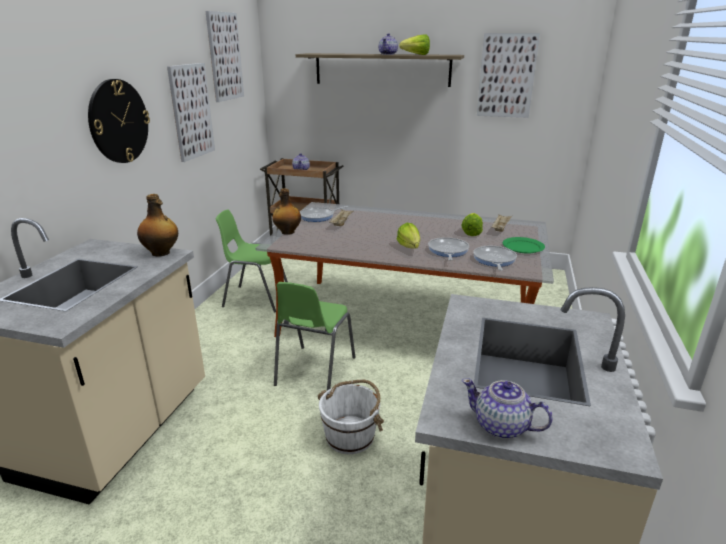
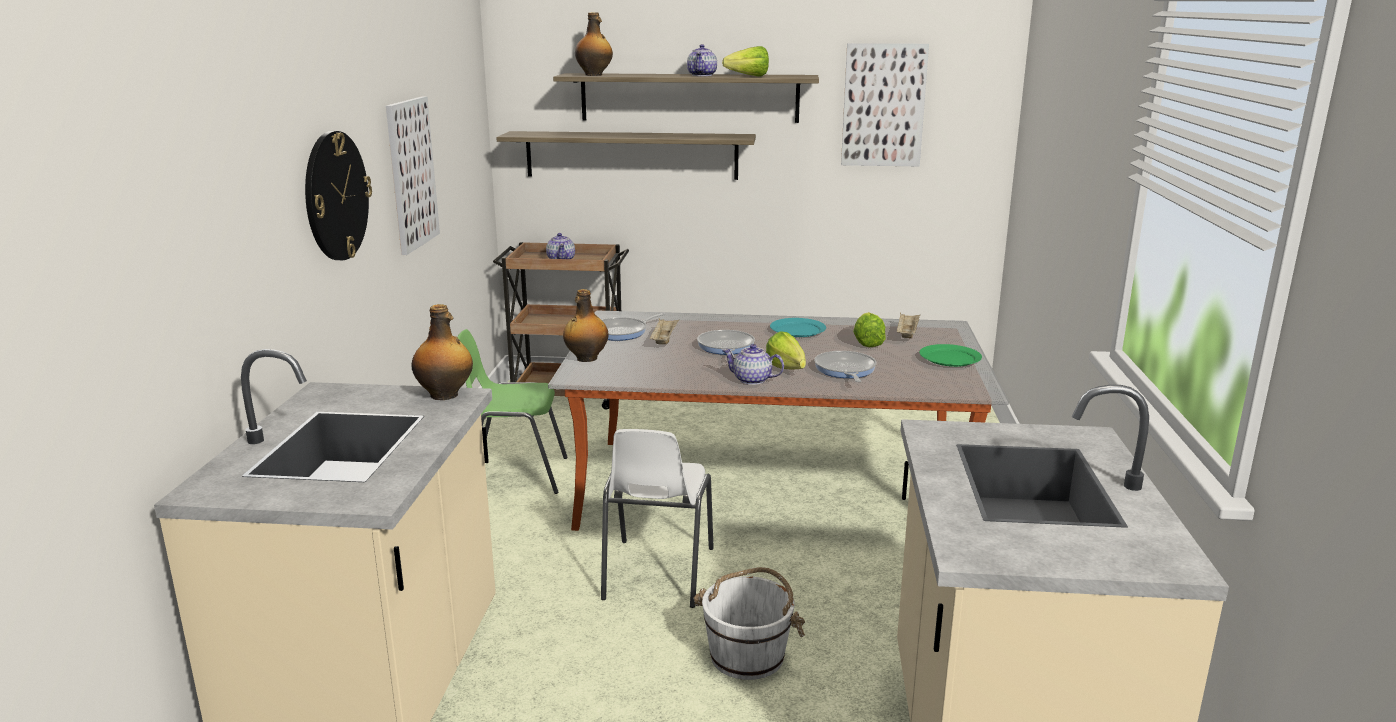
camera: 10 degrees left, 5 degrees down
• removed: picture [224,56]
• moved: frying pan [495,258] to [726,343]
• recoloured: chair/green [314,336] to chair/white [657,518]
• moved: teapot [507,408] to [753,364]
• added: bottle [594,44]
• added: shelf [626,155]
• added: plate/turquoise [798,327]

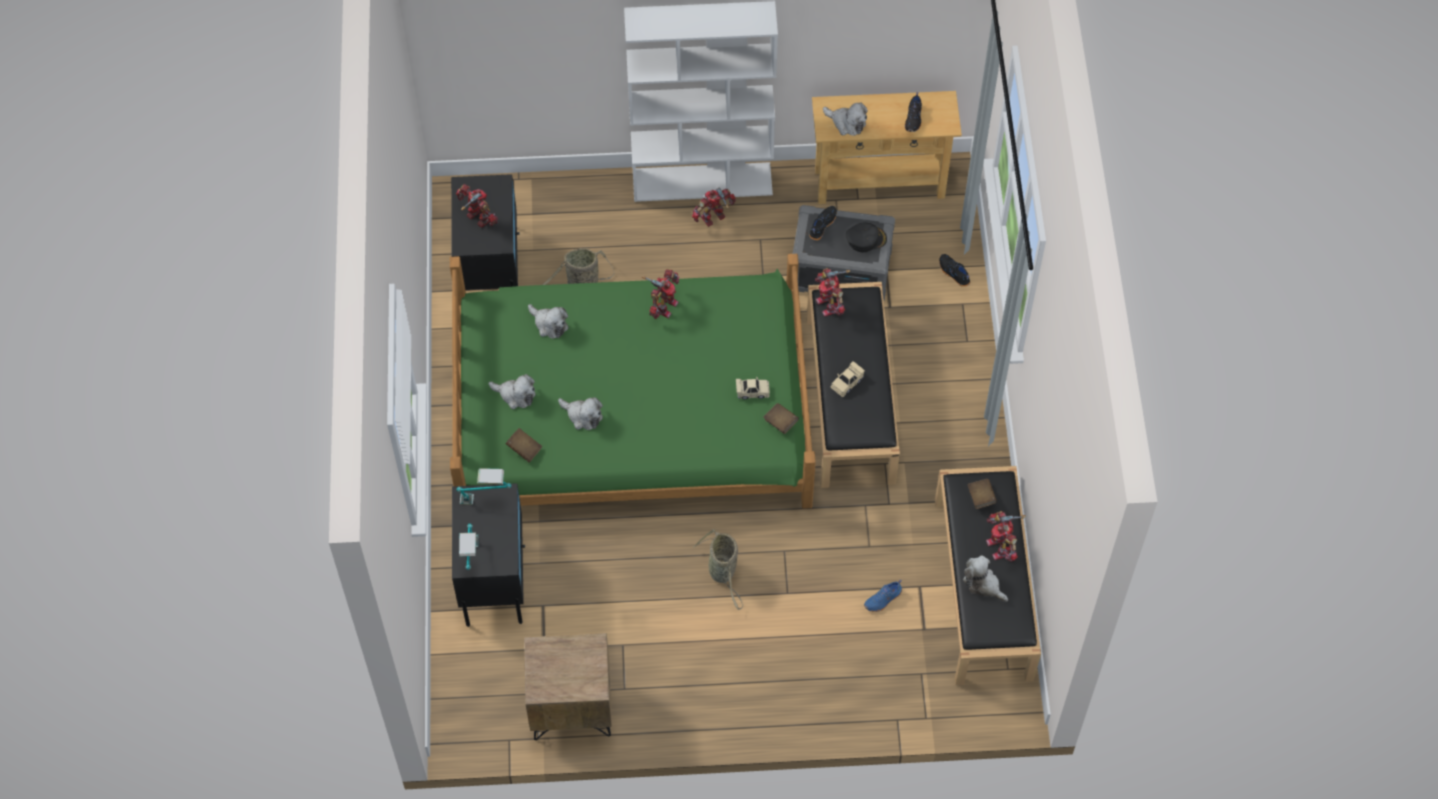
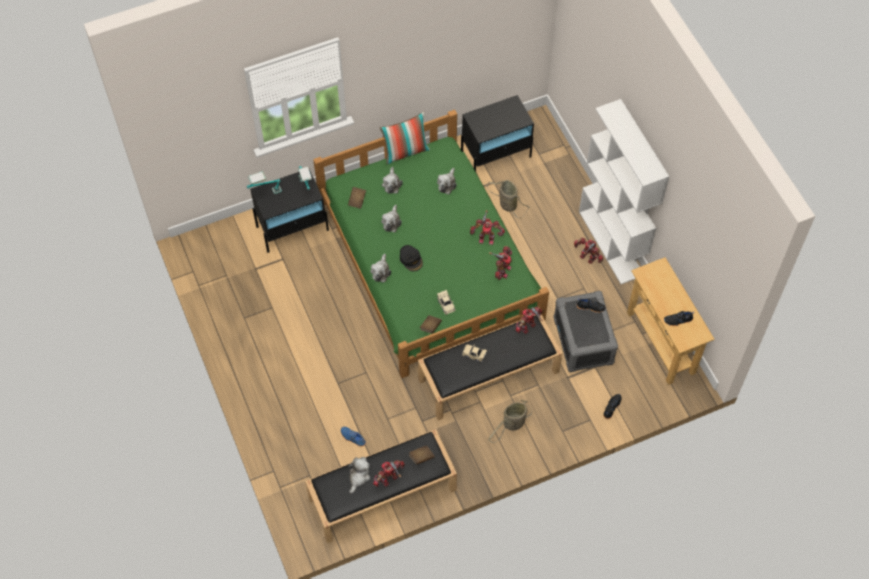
camera: 70 degrees right, 0 degrees up
• moved: plush toy [845,119] to [380,268]
• moved: toy robot [477,206] to [500,263]
• moved: cap/black [866,238] to [411,258]
• moved: basket [718,569] to [510,421]
• removed: nightstand/brown [568,686]
• added: pillow [404,138]

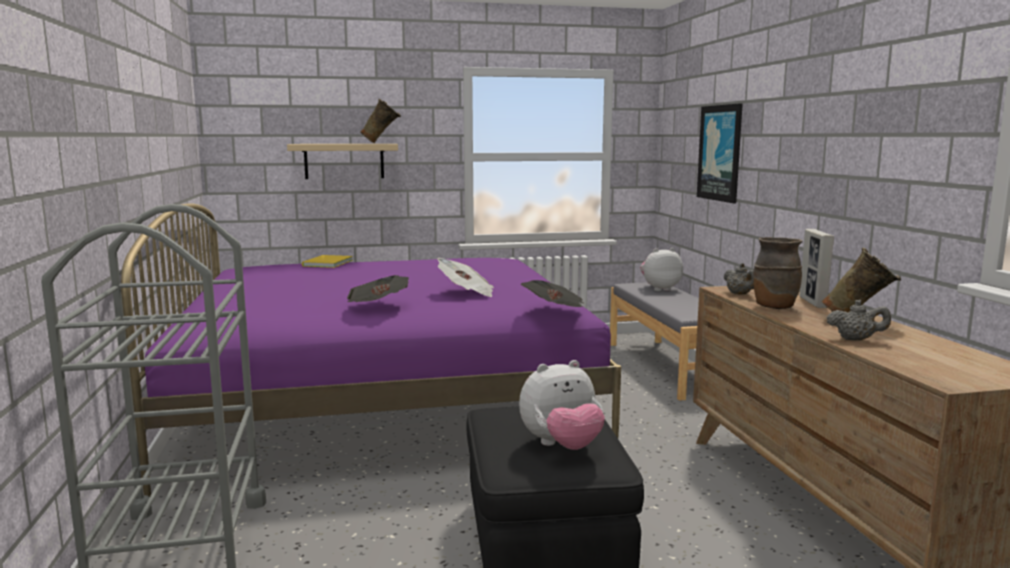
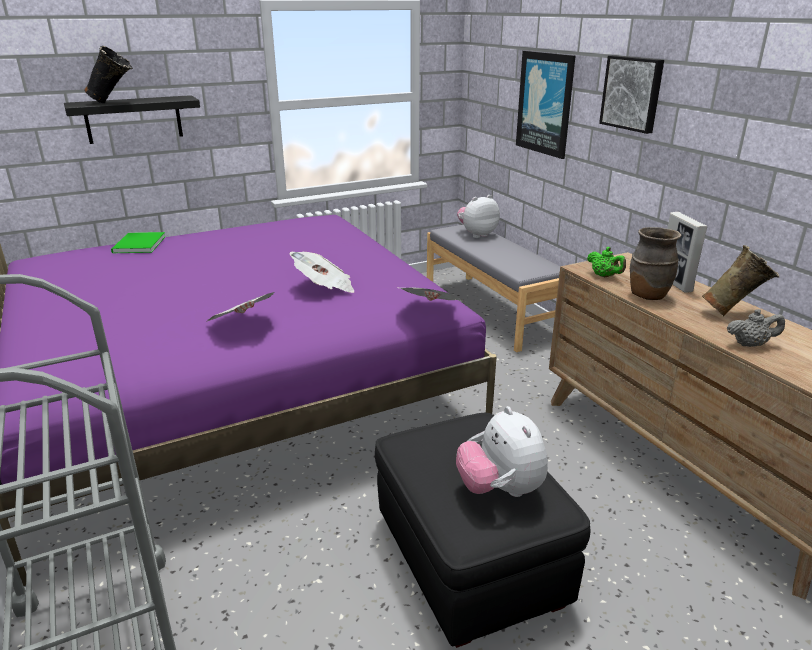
camera: 15 degrees left, 15 degrees up
• removed: vase/beige [380,121]
• recoloured: shelf/beige [342,161] to shelf/black [132,119]
• recoloured: book/yellow [327,261] to book/green [138,242]
• recoloured: teapot/grey [739,279] to teapot/green [606,262]
• turned: plush toy [562,405] = [502,451] 105 degrees clockwise
• added: vase/black [108,74]
• added: picture [631,94]

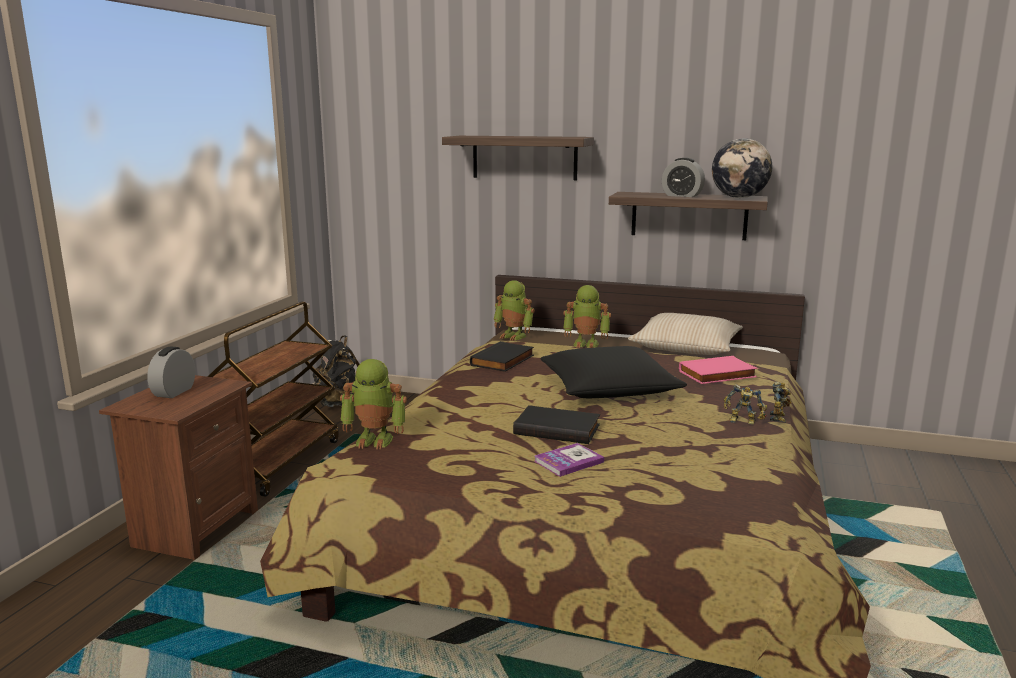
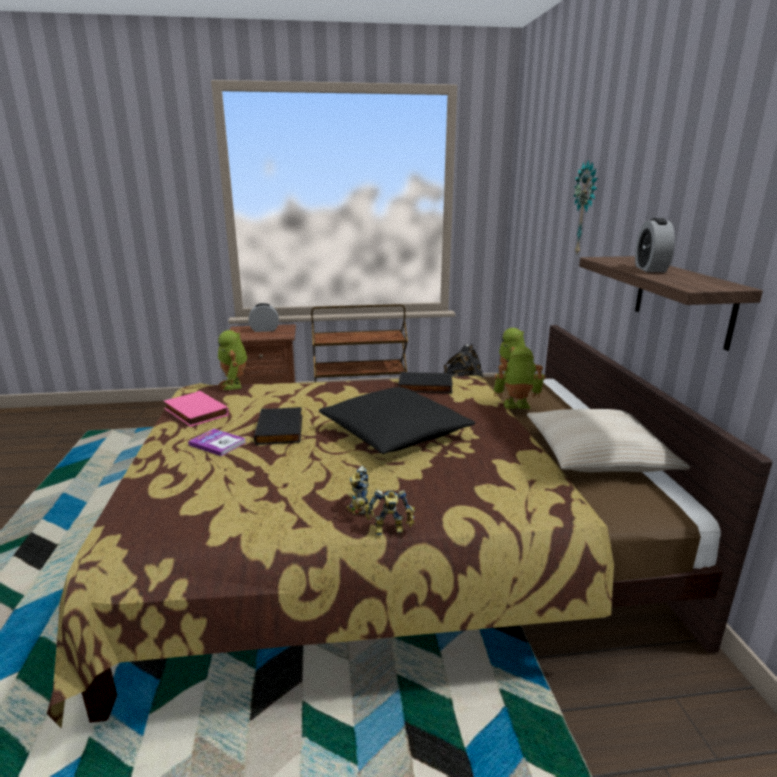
camera: 65 degrees right, 5 degrees up
• replaced: shelf [518,158] to wall clock [586,208]
• removed: globe [742,168]
• turned: toy robot [587,316] = [519,377] 105 degrees clockwise
• moved: book/pink [718,370] to [196,409]

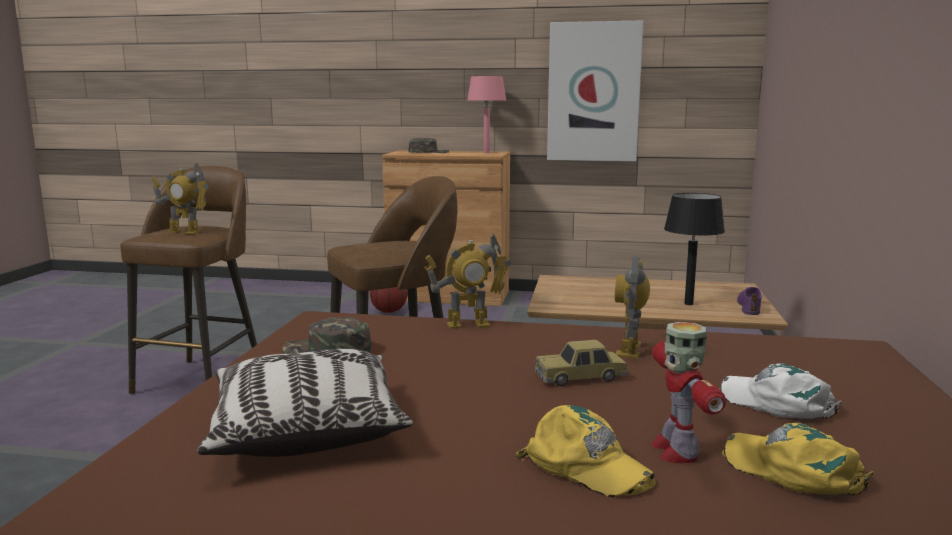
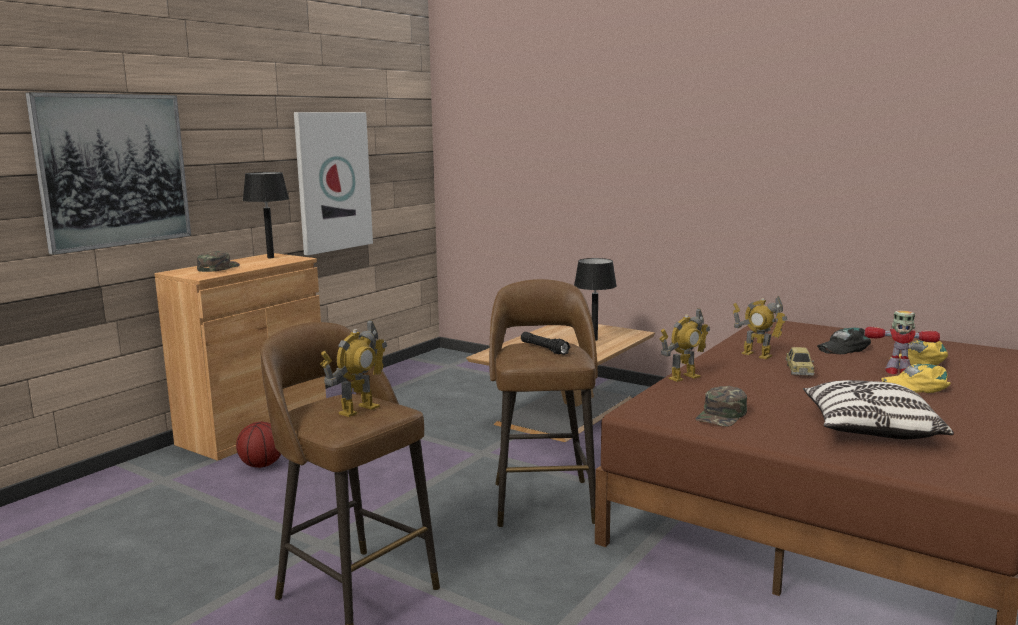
camera: 65 degrees left, 0 degrees up
• recoloured: table lamp/pink [486,114] to table lamp/black [266,215]
• turned: toy robot [468,281] = [684,345] 45 degrees clockwise
• removed: shoe/purple [749,301]
• recoloured: cap/white [781,391] to cap/black [844,341]
• turned: cap/yellow [586,451] = [916,378] 150 degrees counterclockwise
• added: picture [108,173]
• added: flashlight/black [546,343]

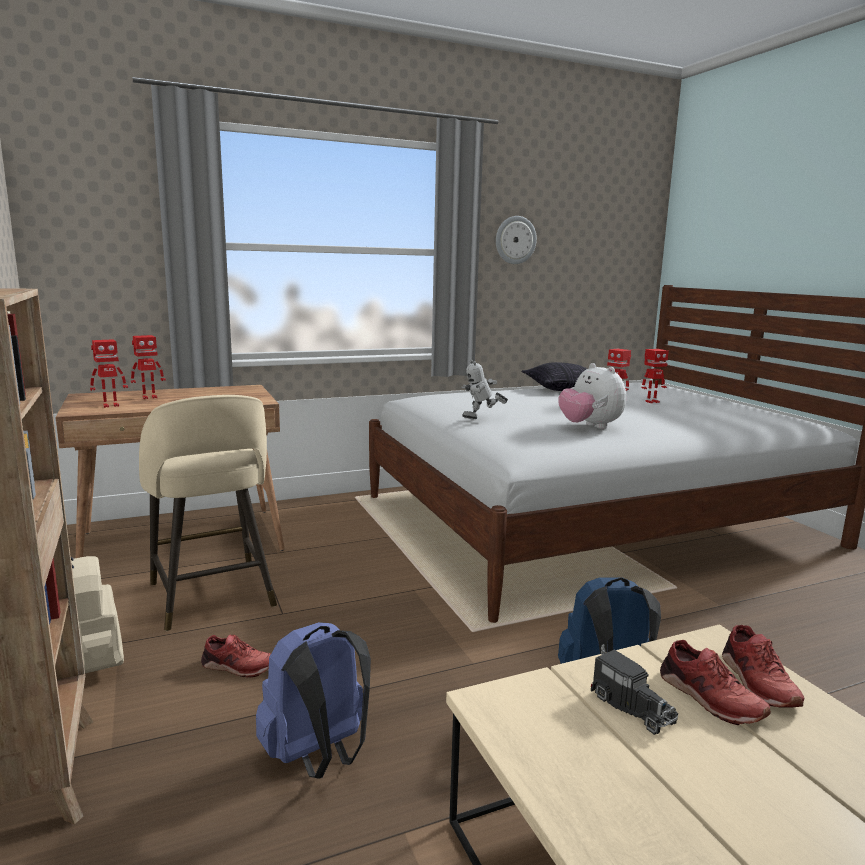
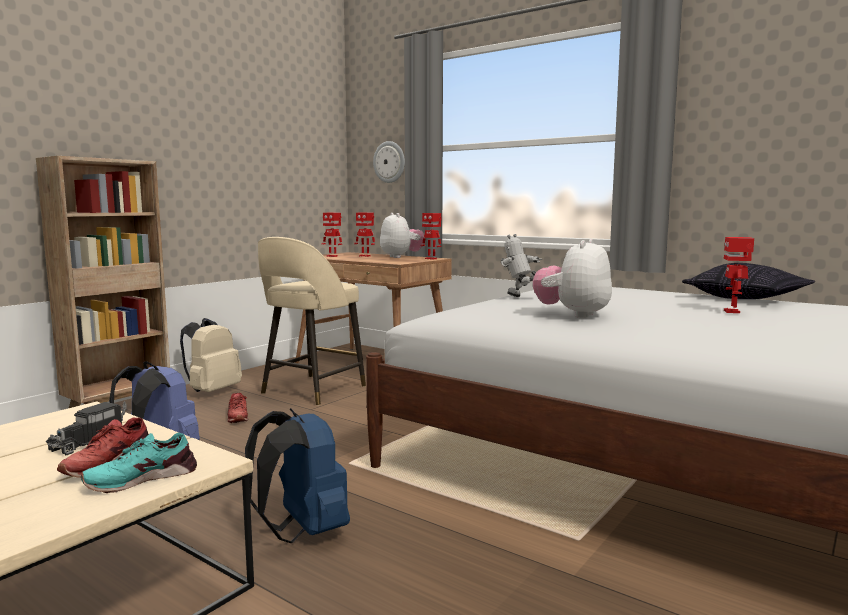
camera: 60 degrees right, 5 degrees down
• moved: wall clock [516,240] to [389,162]
• moved: toy robot [655,376] to [431,236]
• recoloured: shoe/red [763,666] to shoe/turquoise [139,463]
• added: plush toy [402,235]

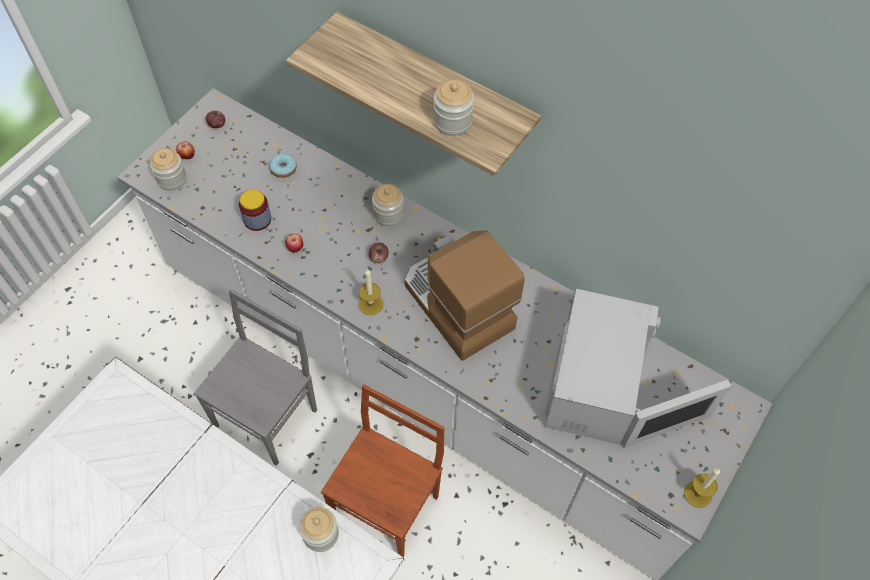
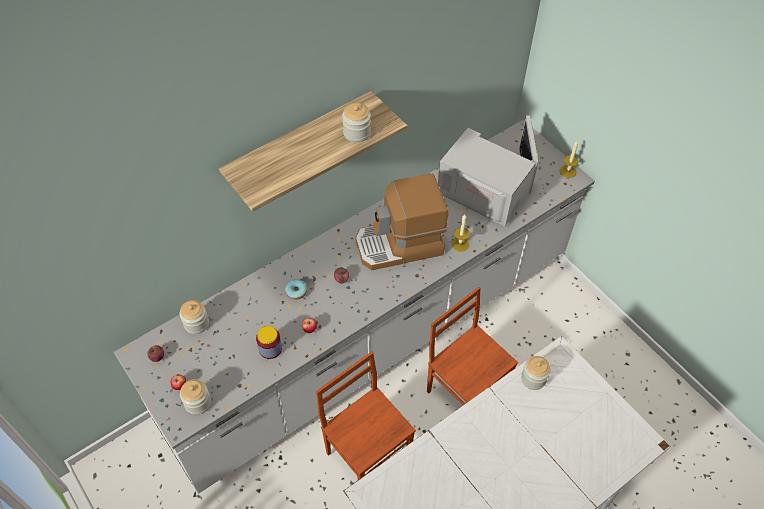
camera: 70 degrees left, 5 degrees down
• moved: donut [283,166] to [296,289]
• moved: jar [388,205] to [194,317]
• moved: candle [370,292] to [460,232]
• recoloured: chair/grey [255,377] to chair/brown [366,416]

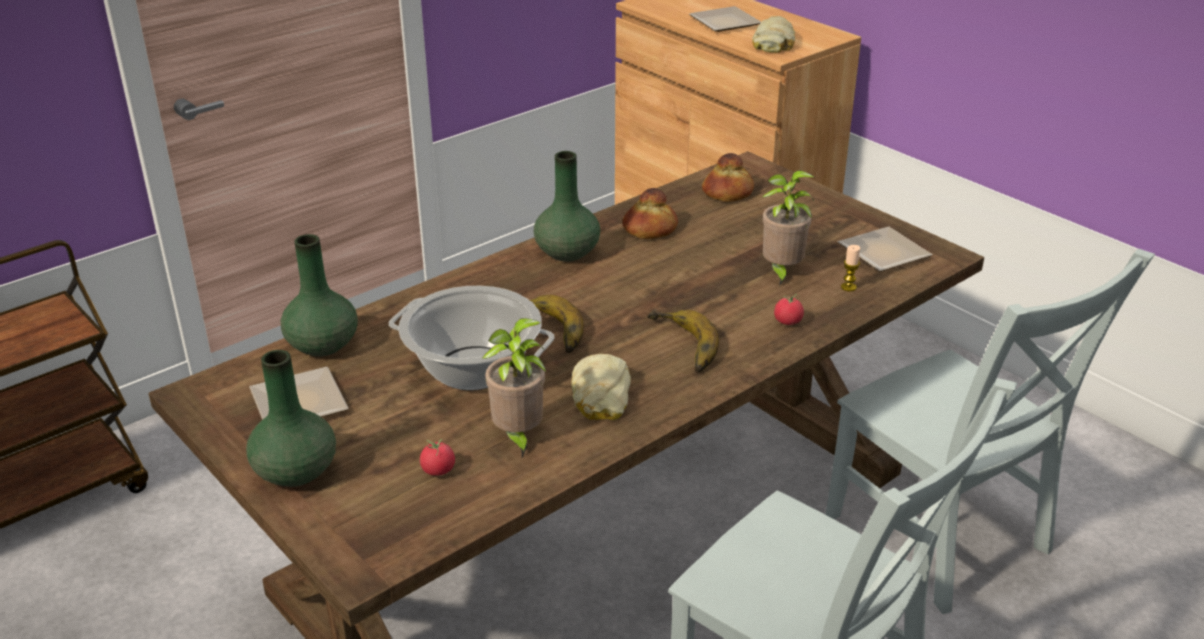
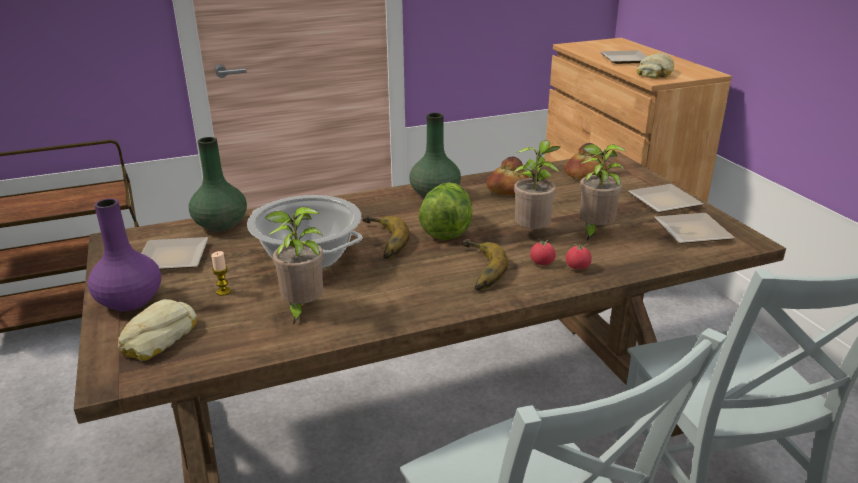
camera: 20 degrees right, 5 degrees down
• moved: candle [850,268] to [221,273]
• recoloured: vase/green [291,418] to vase/purple [124,254]
• moved: bread [601,387] to [157,330]
• moved: tomato [437,457] to [543,252]
• added: potted plant [537,184]
• added: lettuce [445,211]
• added: plate [665,198]

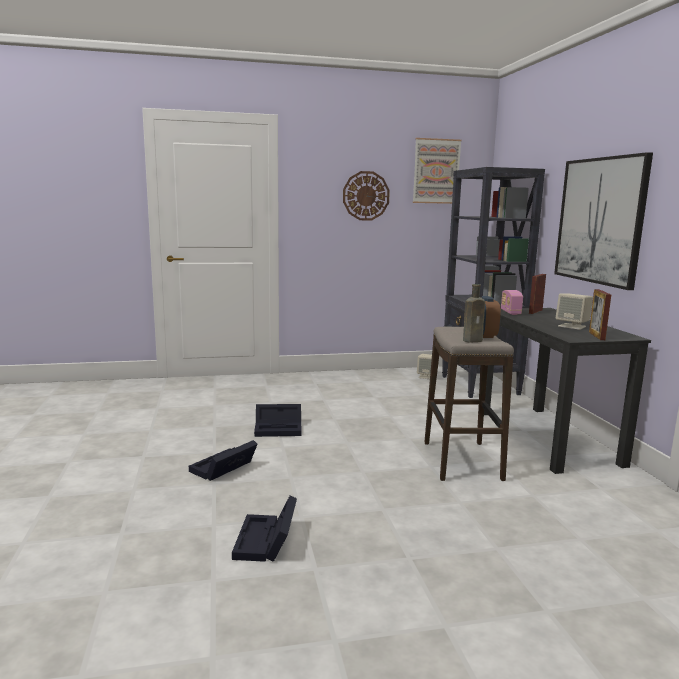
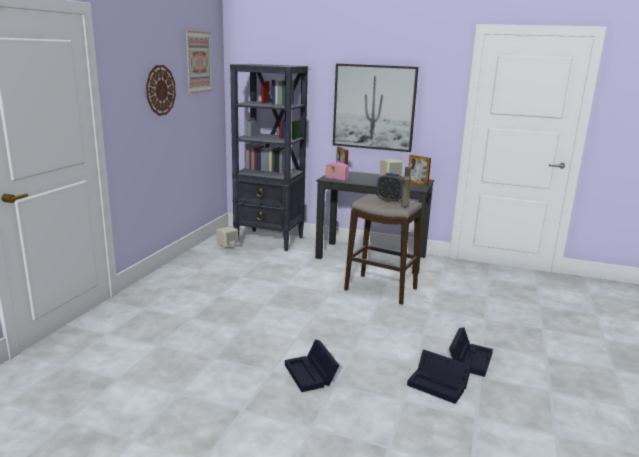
camera: 60 degrees left, 5 degrees up
• moved: storage box/black [278,420] to [471,352]

